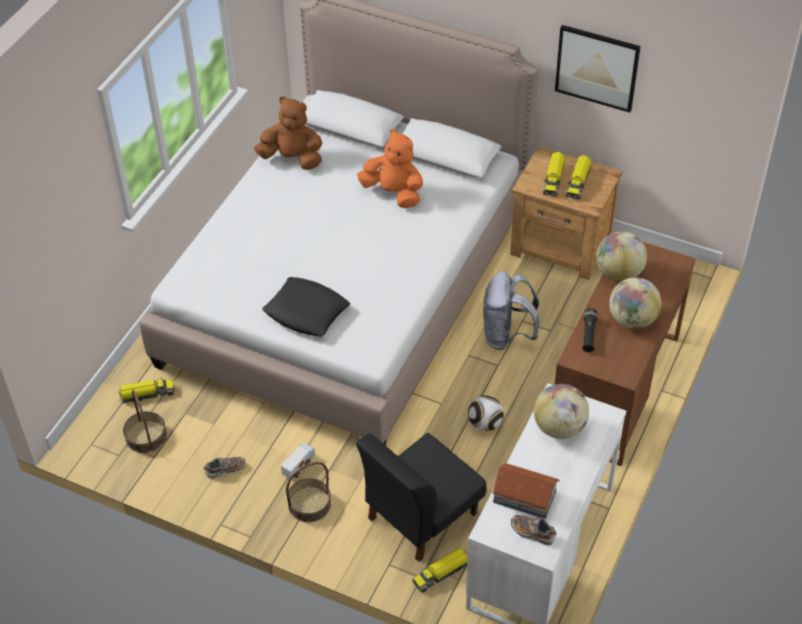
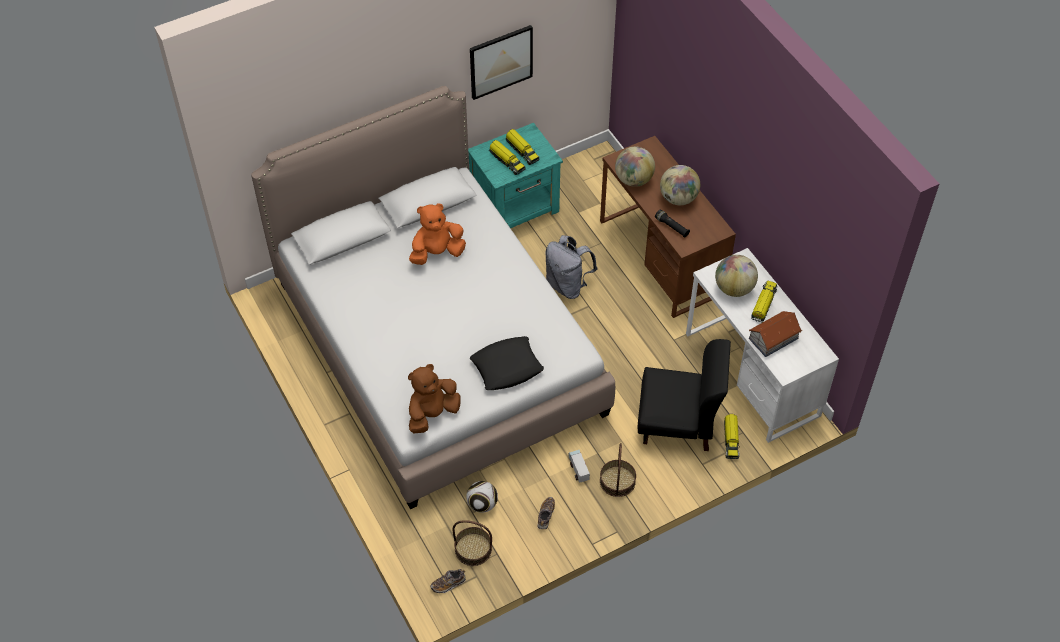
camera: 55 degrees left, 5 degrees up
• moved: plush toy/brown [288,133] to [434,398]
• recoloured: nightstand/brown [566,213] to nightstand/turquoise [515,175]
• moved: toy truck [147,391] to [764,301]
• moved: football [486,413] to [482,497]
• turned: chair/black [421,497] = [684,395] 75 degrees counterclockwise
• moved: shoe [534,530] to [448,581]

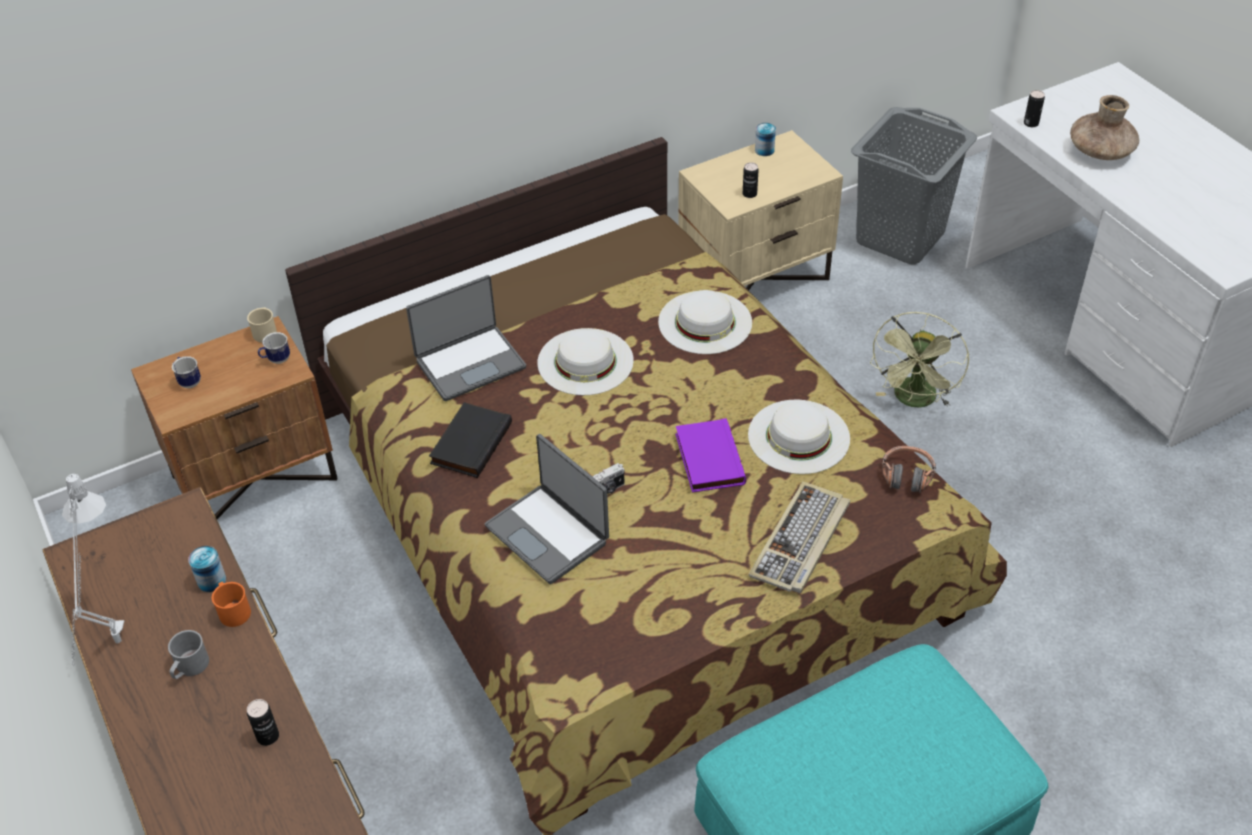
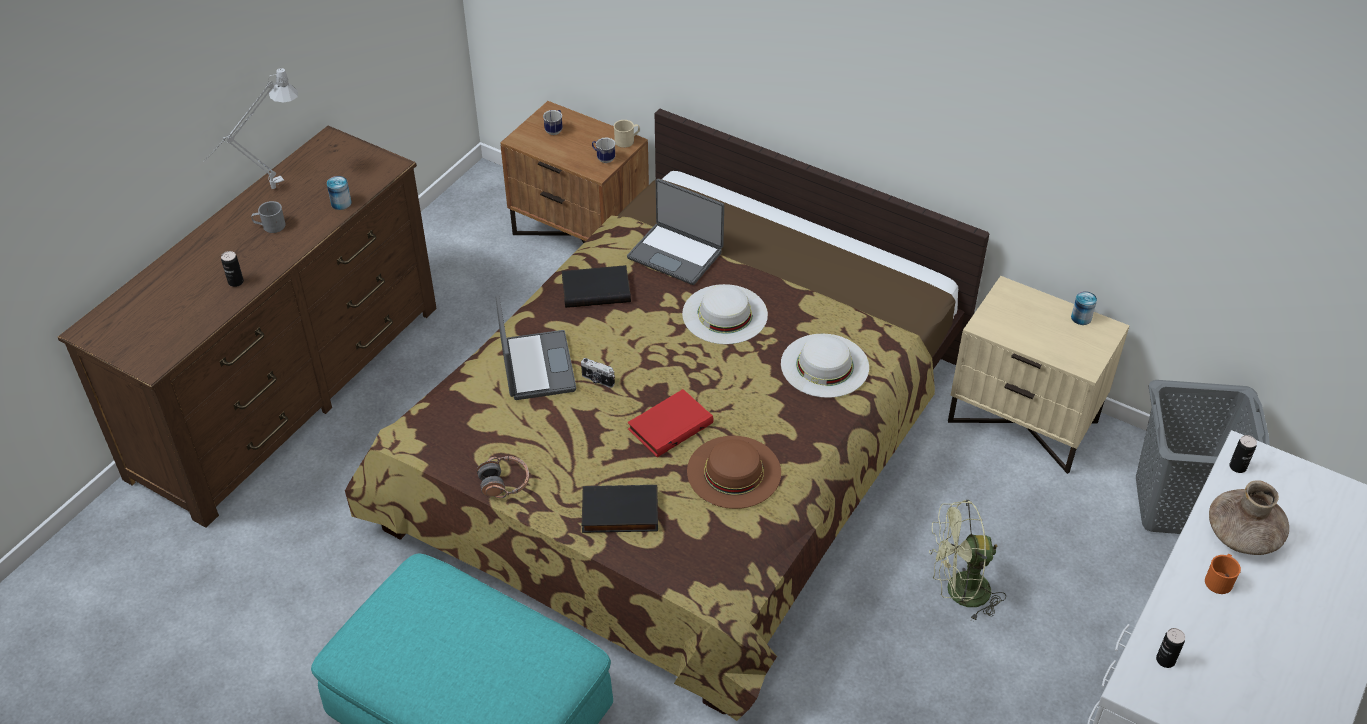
camera: 60 degrees right, 0 degrees up
• moved: can [751,180] to [1170,648]
• recoloured: hat/white [799,437] to hat/brown [734,472]
• recoloured: book/purple [710,455] to book/red [671,423]
• turned: laptop [547,509] = [536,347] 150 degrees clockwise
• moved: headphones [909,470] to [503,477]
• replaced: keyboard [799,537] to book/black [620,509]
• moved: mug/orange [231,604] to [1223,574]

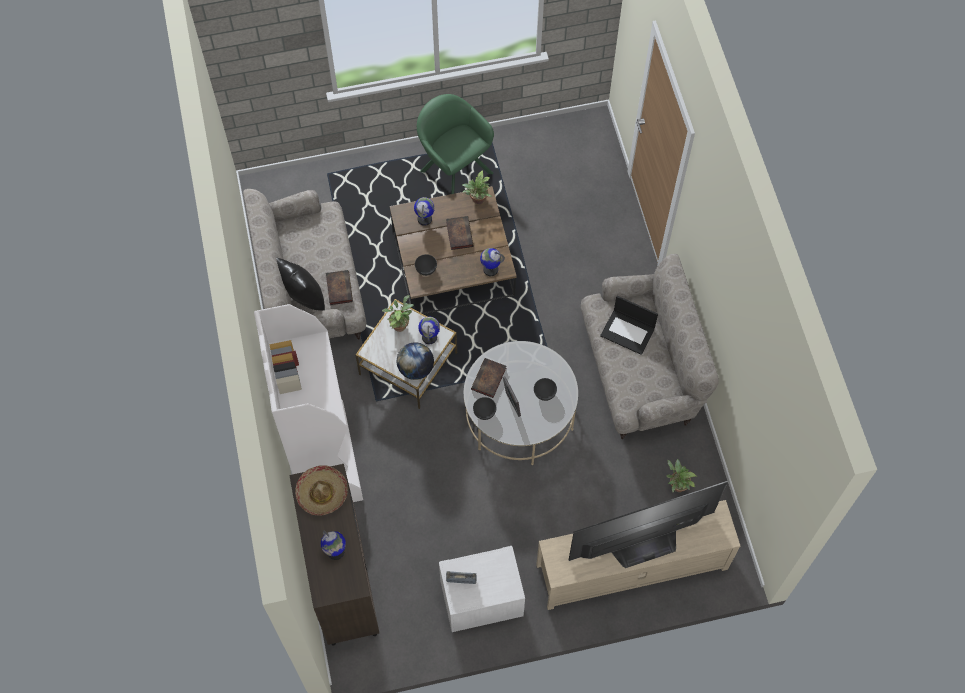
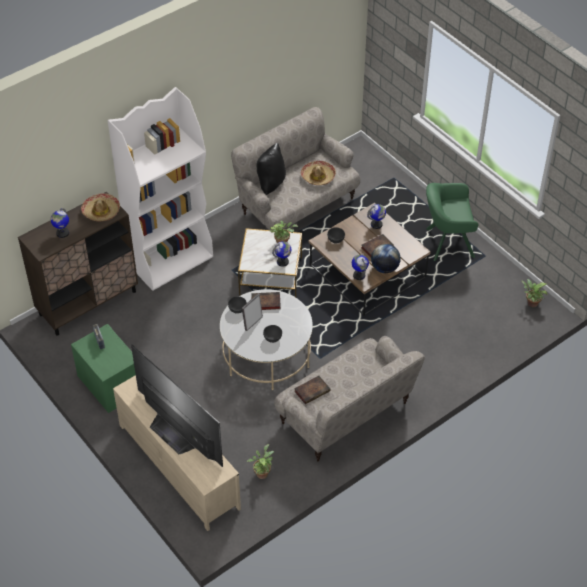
camera: 65 degrees right, 15 degrees down
• turned: armchair/green [455,144] = [452,222] 120 degrees counterclockwise
• moved: potted plant [477,187] to [535,293]
• moved: book [339,287] to [312,390]
• removed: laptop [629,325]
• moved: globe [415,361] to [386,258]
• recoloured: nightstand/white [482,589] to nightstand/green [103,368]
• added: hat [318,173]

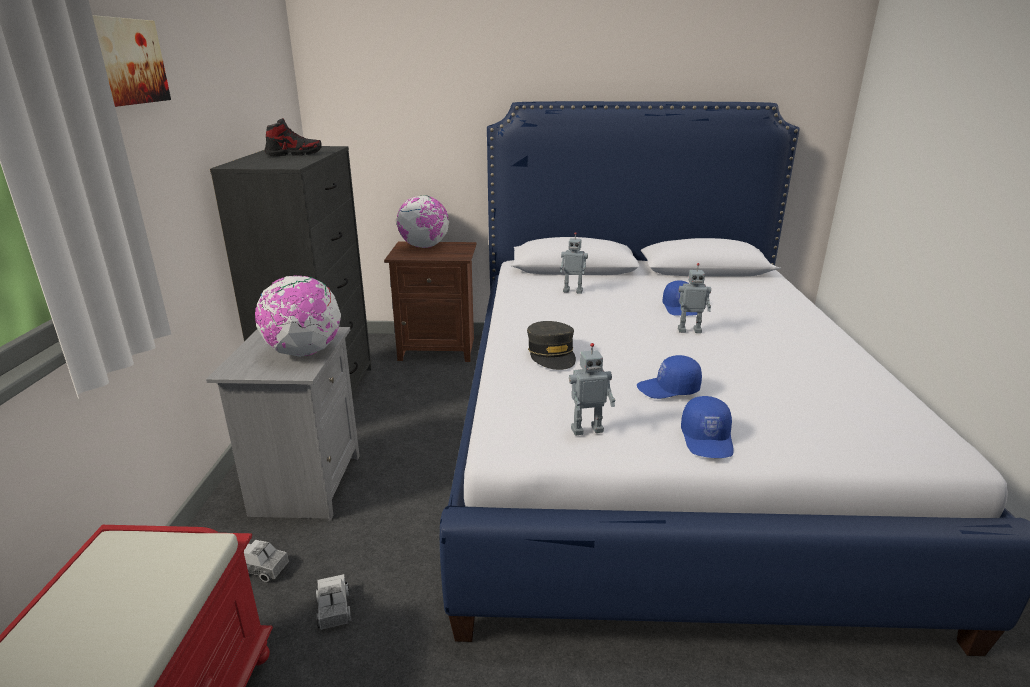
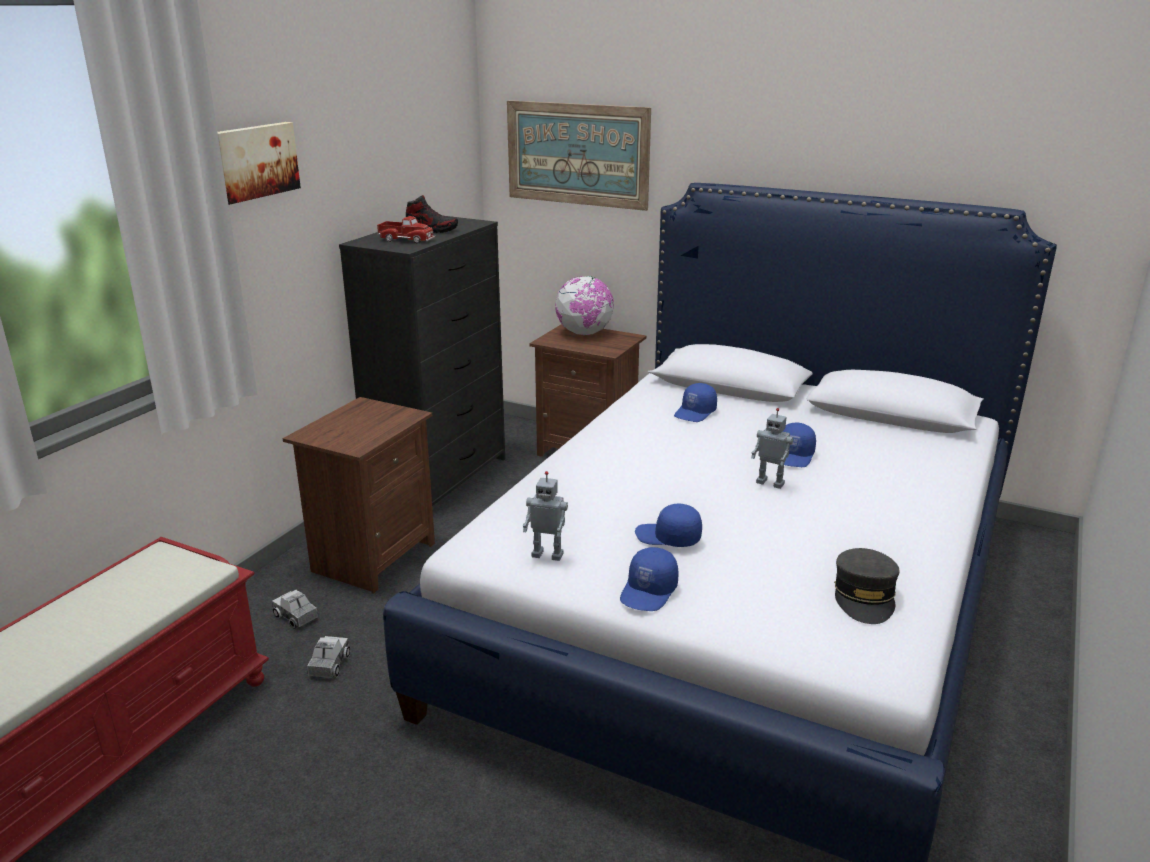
camera: 25 degrees right, 0 degrees up
• replaced: toy robot [574,263] to cap/blue [695,402]
• removed: globe [298,316]
• moved: cap/grey [551,345] to [867,586]
• recoloured: nightstand/grey [283,424] to nightstand/brown [359,495]
• added: picture [579,155]
• added: toy truck [406,230]

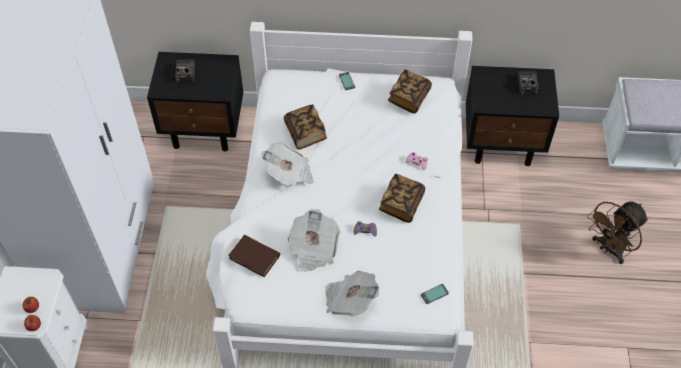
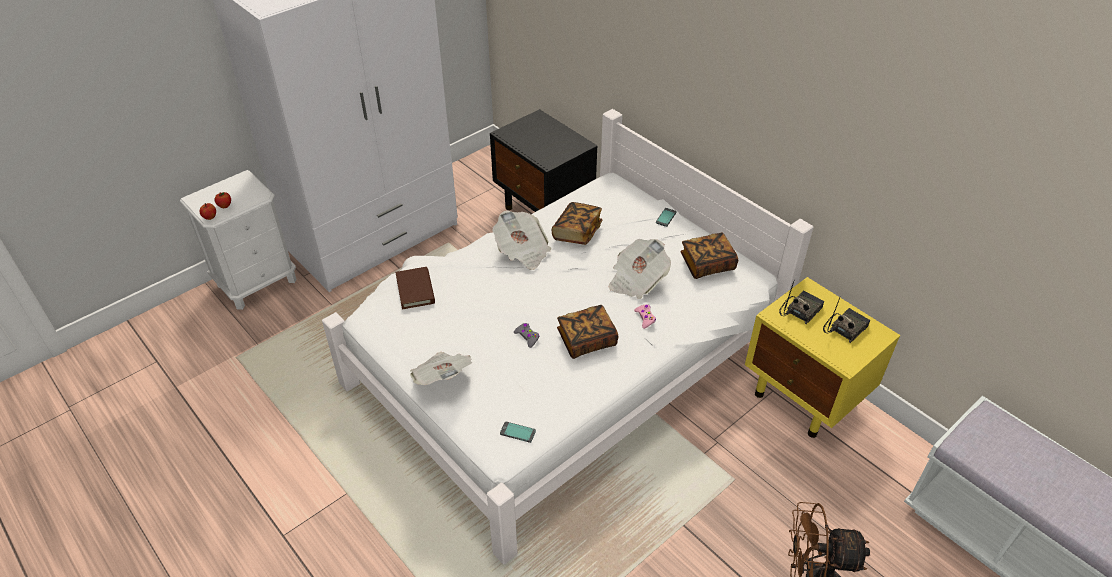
camera: 45 degrees right, 10 degrees down
• moved: radio [182,72] to [801,301]
• recoloured: nightstand/black [512,116] to nightstand/yellow [822,357]
• moved: newspaper [314,240] to [640,269]

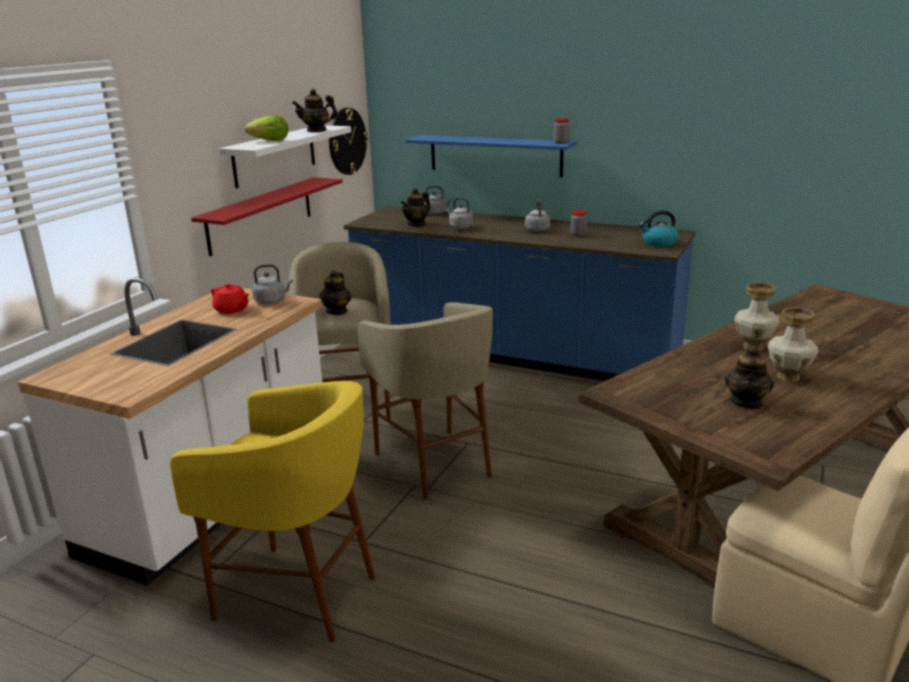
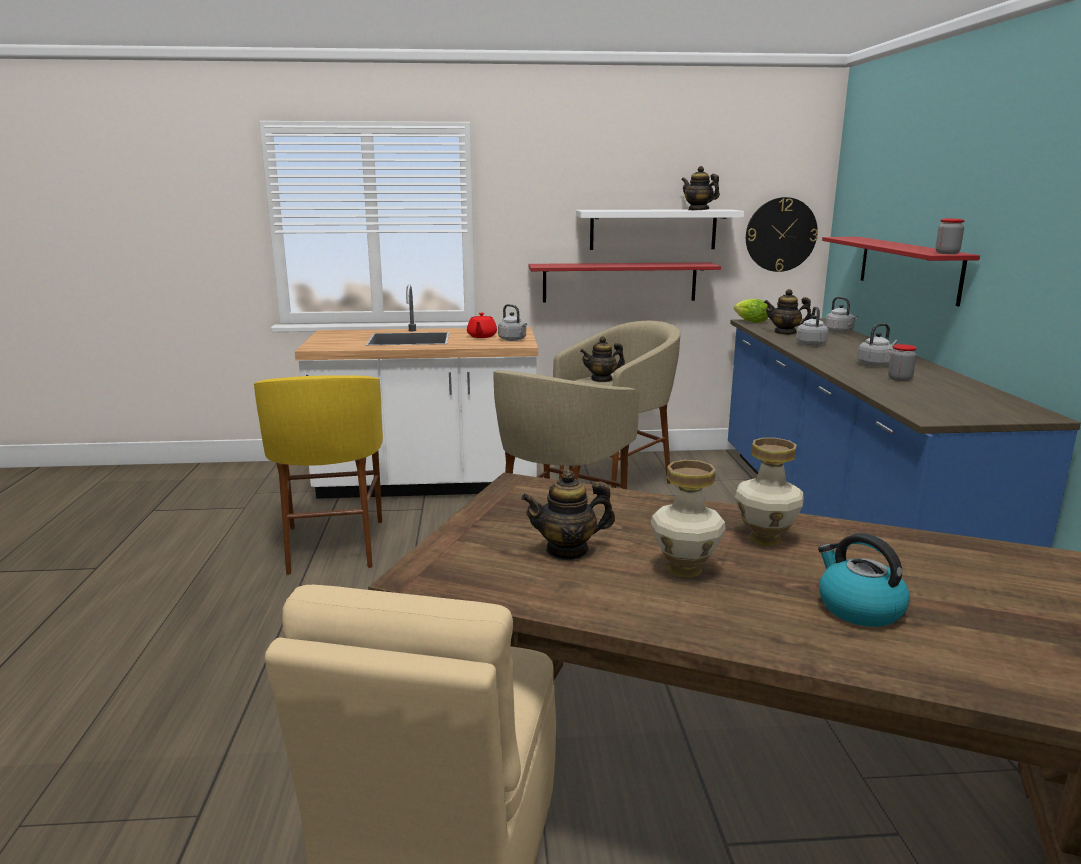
camera: 60 degrees right, 5 degrees down
• moved: lettuce [266,128] to [751,311]
• recoloured: shelf/blue [491,156] to shelf/red [901,272]
• moved: kettle [658,228] to [864,580]

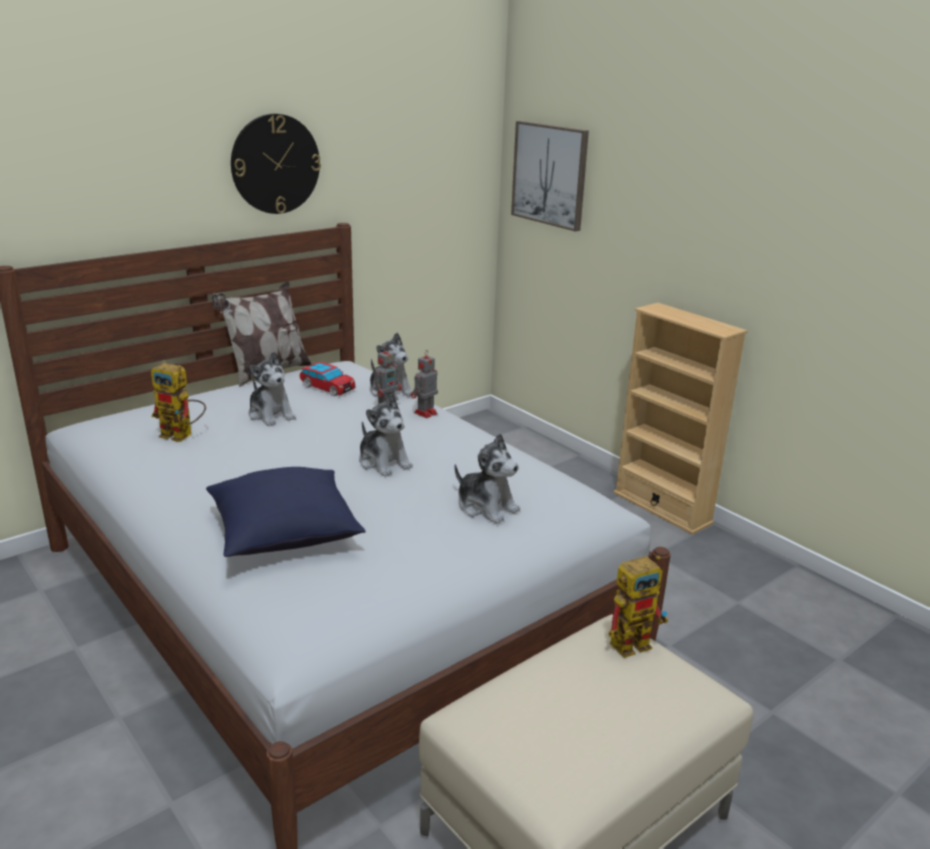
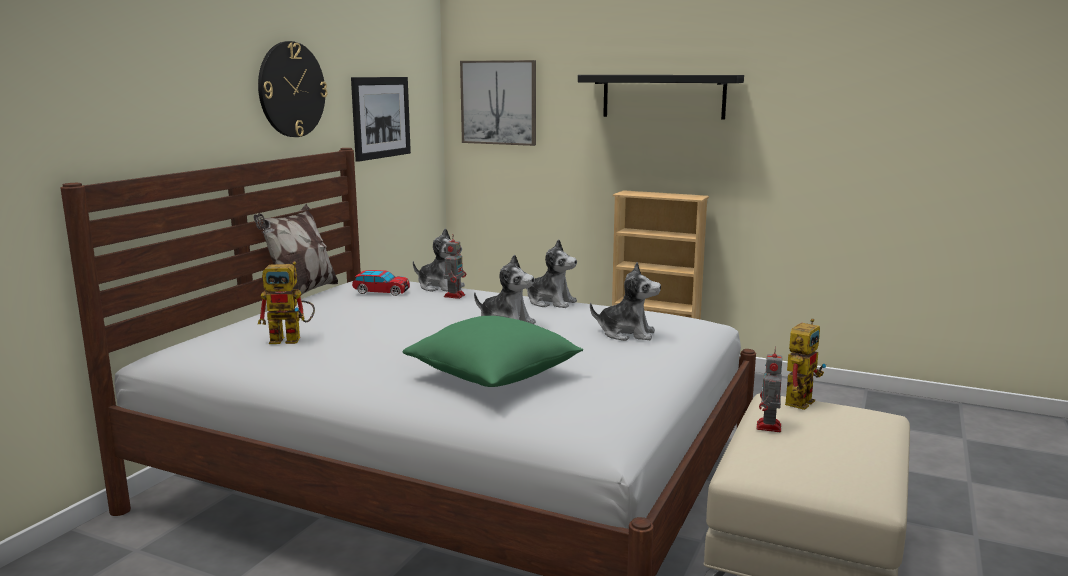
camera: 25 degrees left, 10 degrees down
• moved: toy robot [424,384] to [769,389]
• moved: plush toy [272,389] to [551,273]
• recoloured: pillow/blue [286,512] to pillow/green [493,351]
• added: shelf/black [661,97]
• added: picture [381,119]

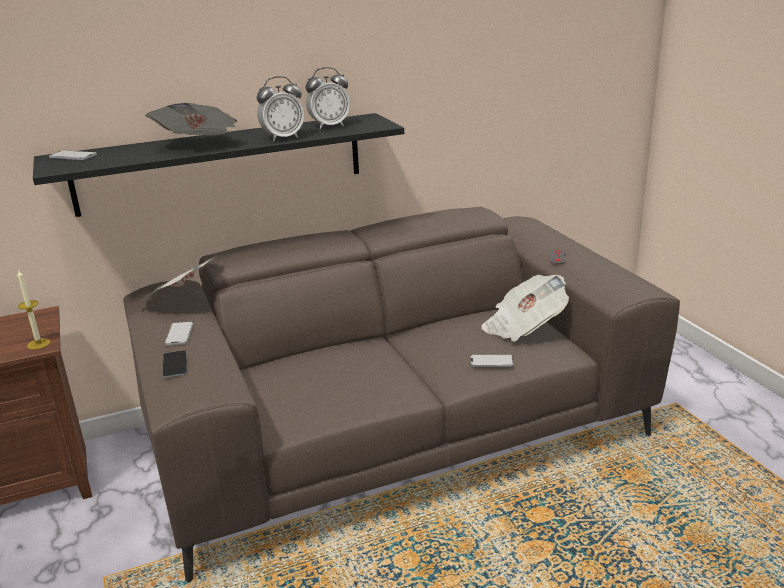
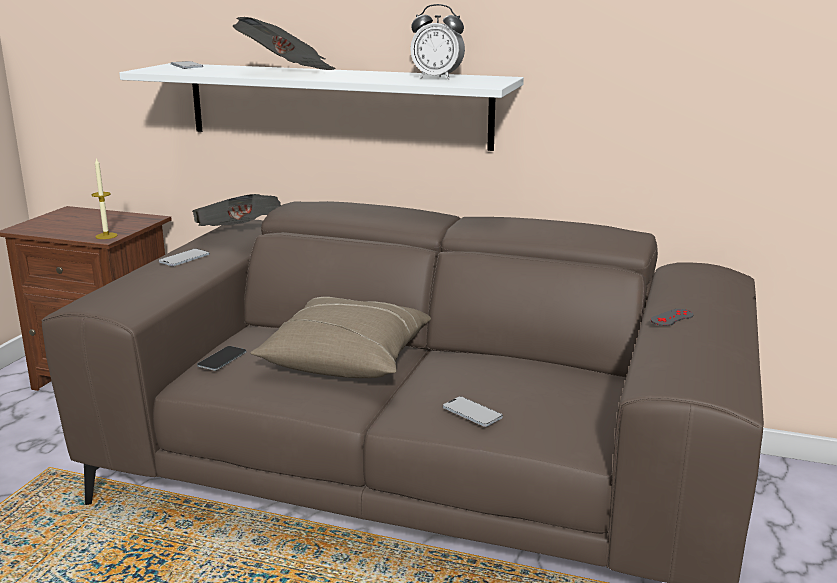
camera: 40 degrees right, 5 degrees down
• removed: alarm clock [280,108]
• recoloured: shelf/black [218,165] to shelf/white [321,107]
• removed: newspaper [525,308]
• moved: phone [175,364] to [221,358]
• added: pillow/beige [340,337]

